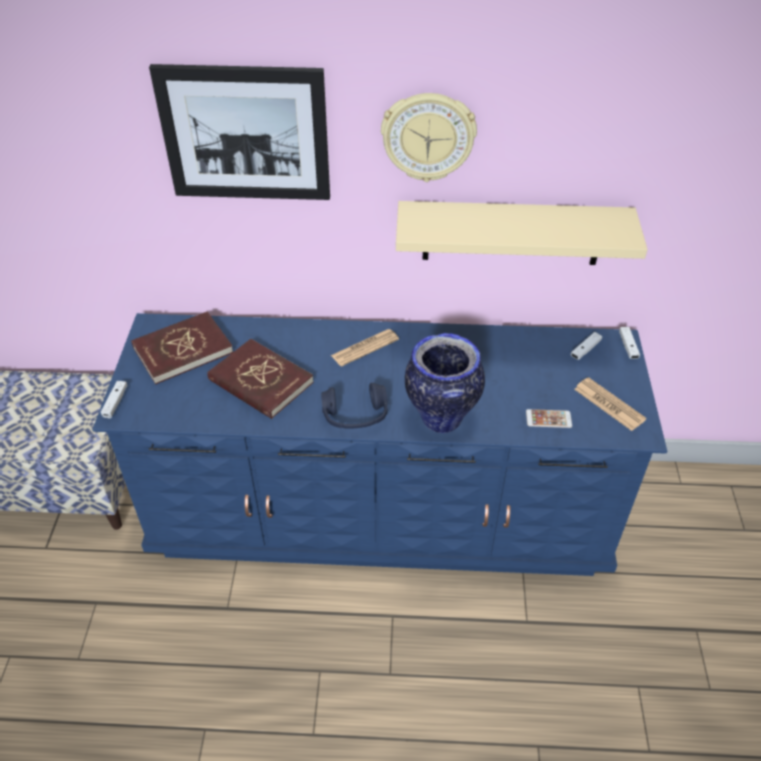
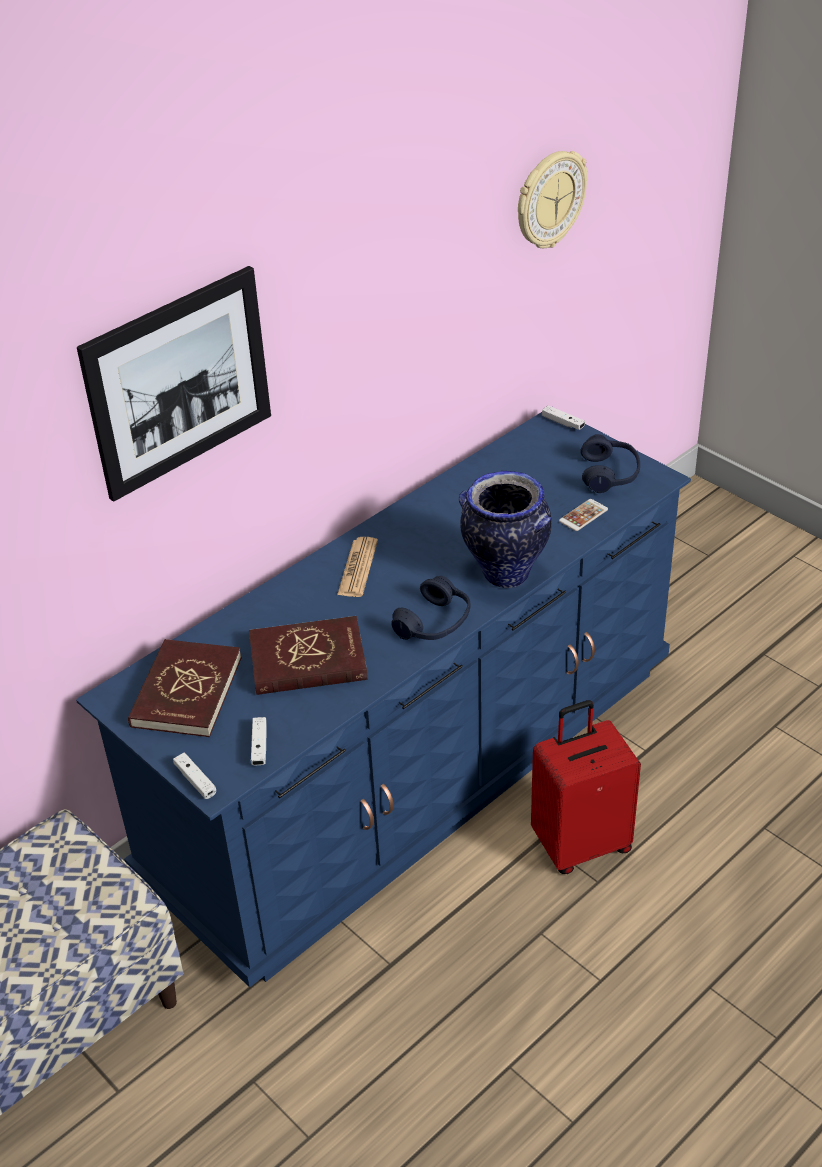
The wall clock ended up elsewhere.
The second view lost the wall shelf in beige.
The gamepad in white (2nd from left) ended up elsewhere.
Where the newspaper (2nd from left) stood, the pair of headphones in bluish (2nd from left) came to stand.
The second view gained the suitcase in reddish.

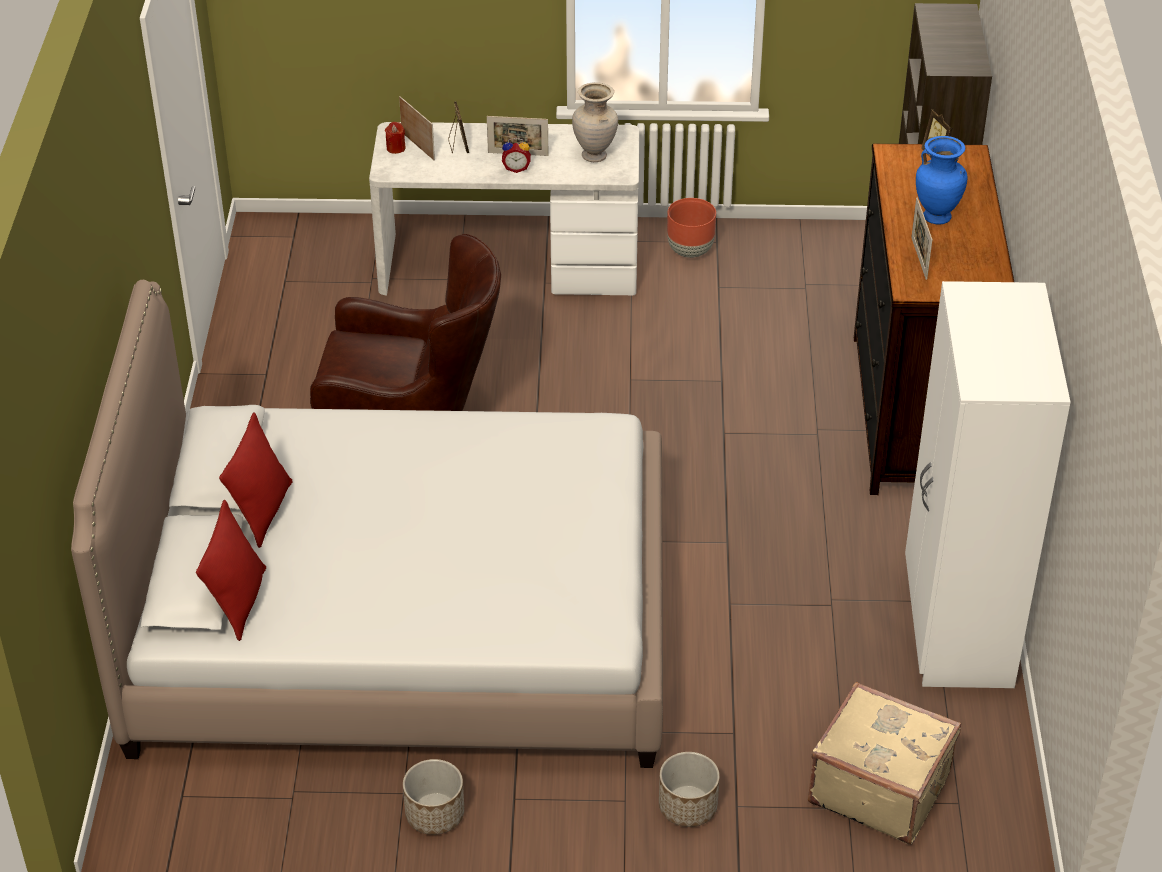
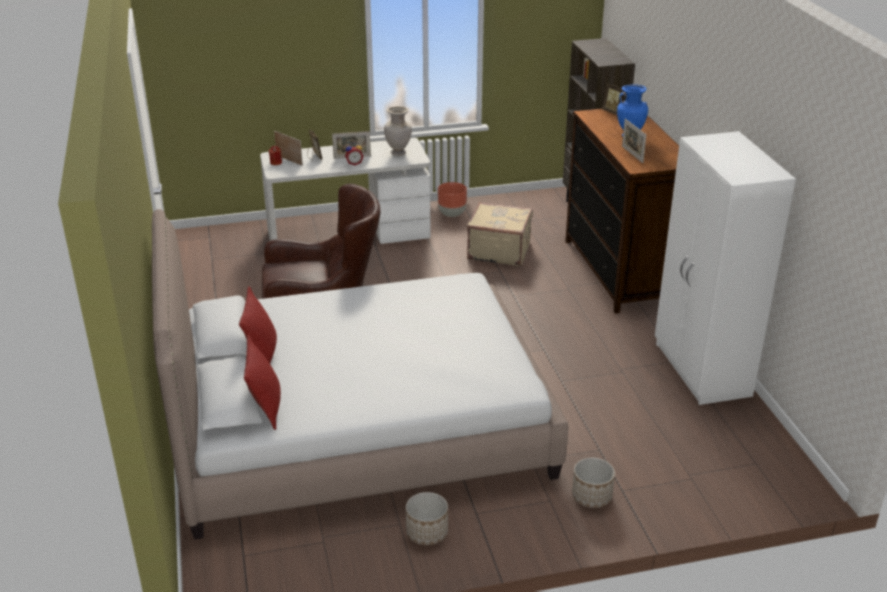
The suitcase in beige ended up elsewhere.

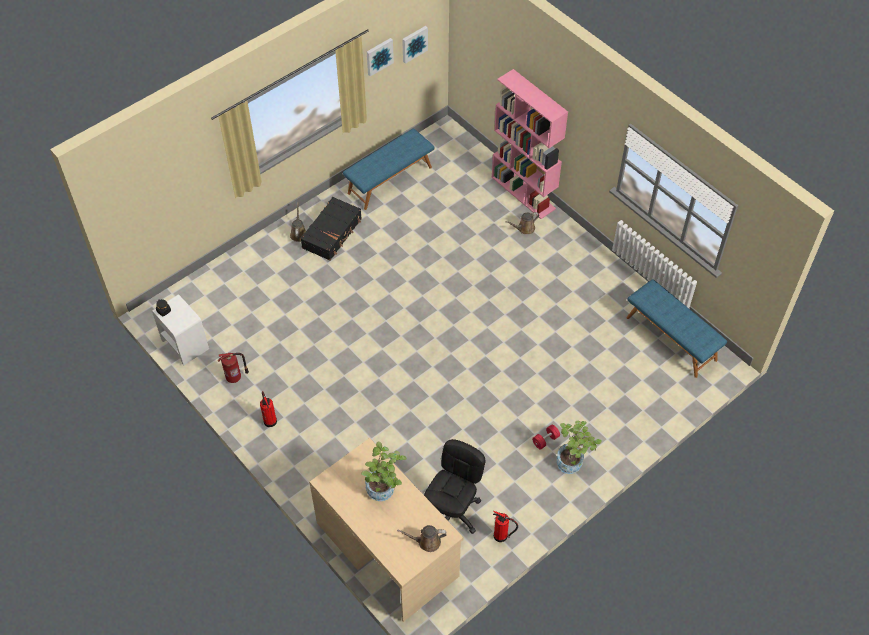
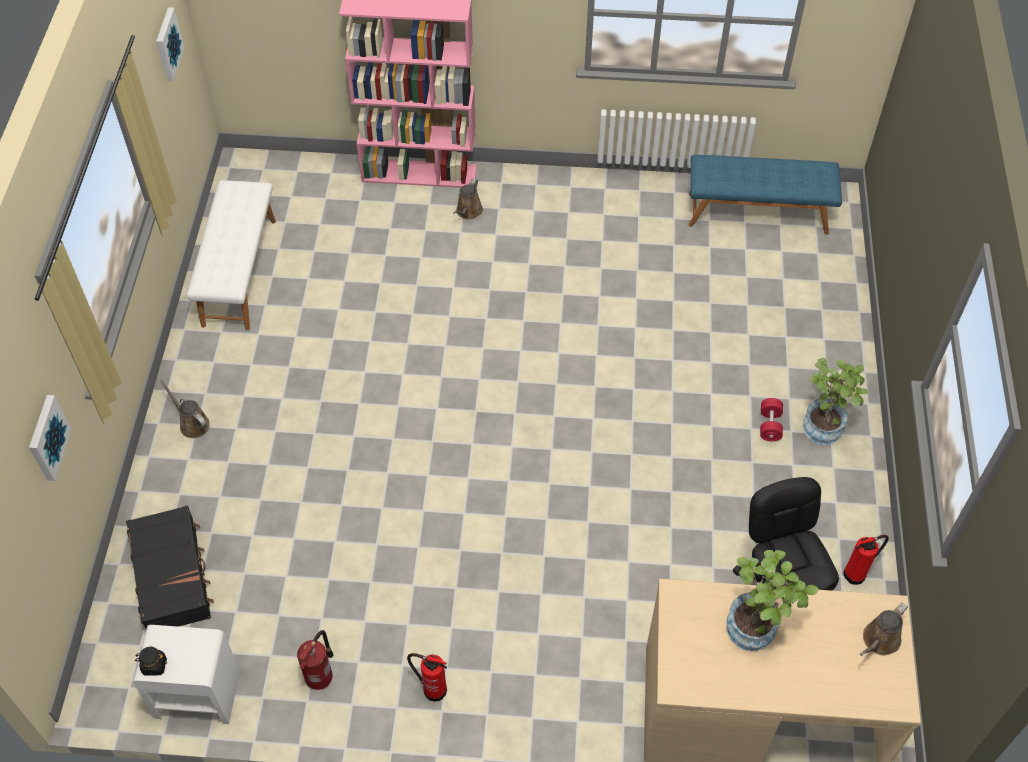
The wall art (1st from left) ended up elsewhere.
What was the long seat in bluish (1st from left) turned into the long seat in white.
The suitcase in black-coloured ended up elsewhere.

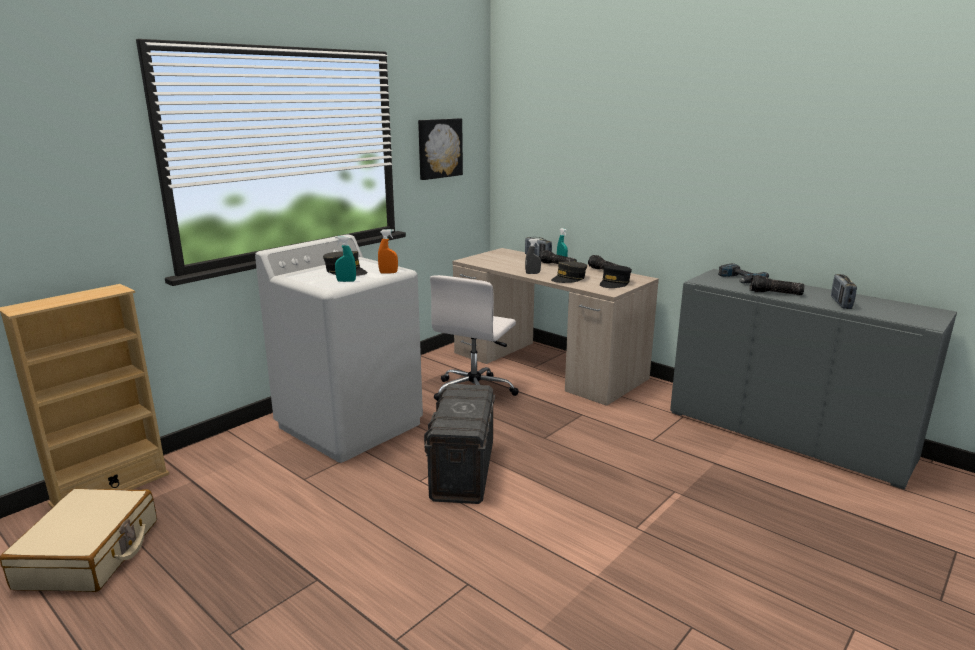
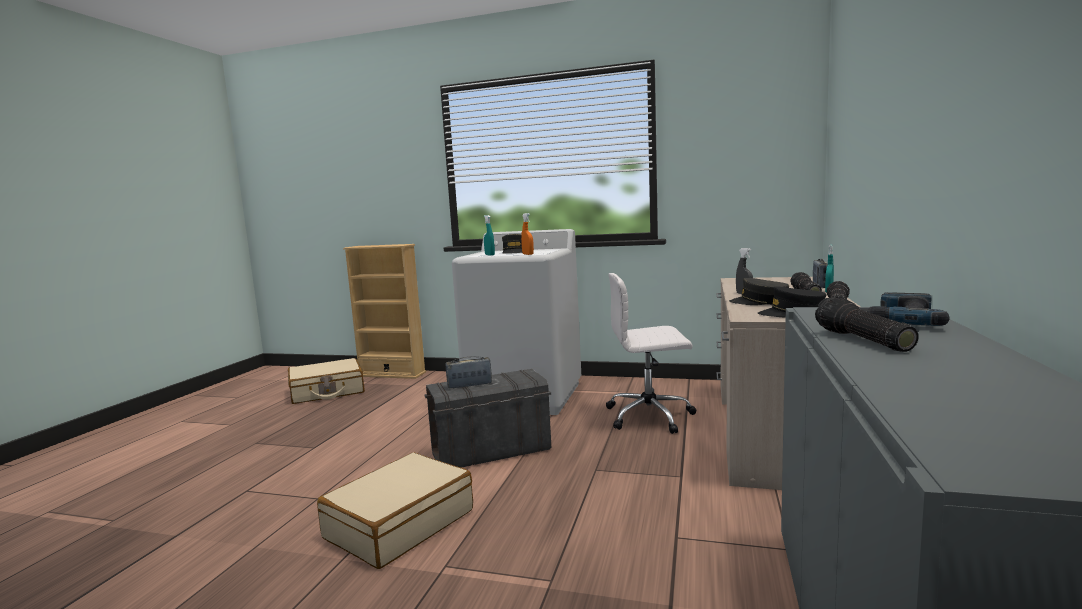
The second view lost the wall art.
The radio receiver (2nd from left in the first image) ended up elsewhere.
The second view gained the suitcase in beige (2nd from left).

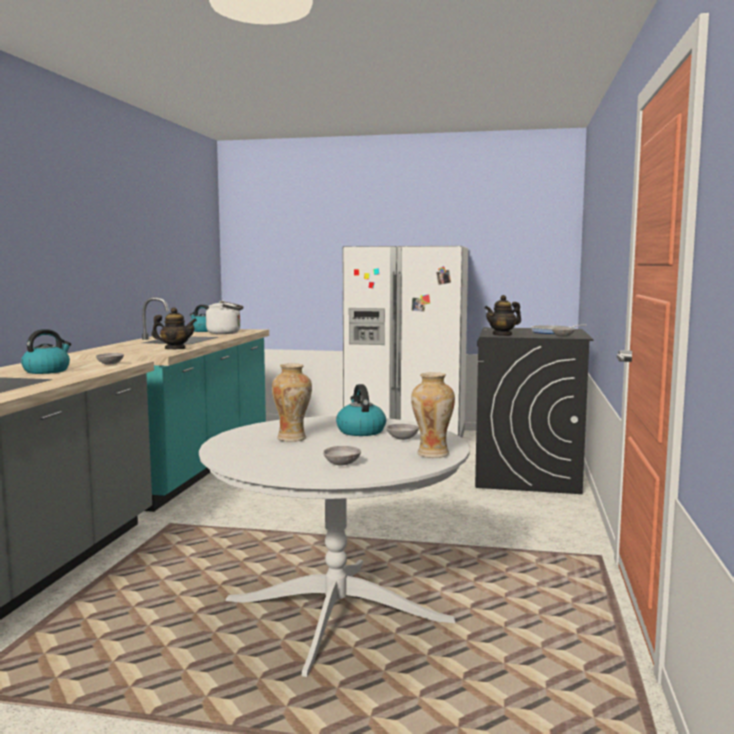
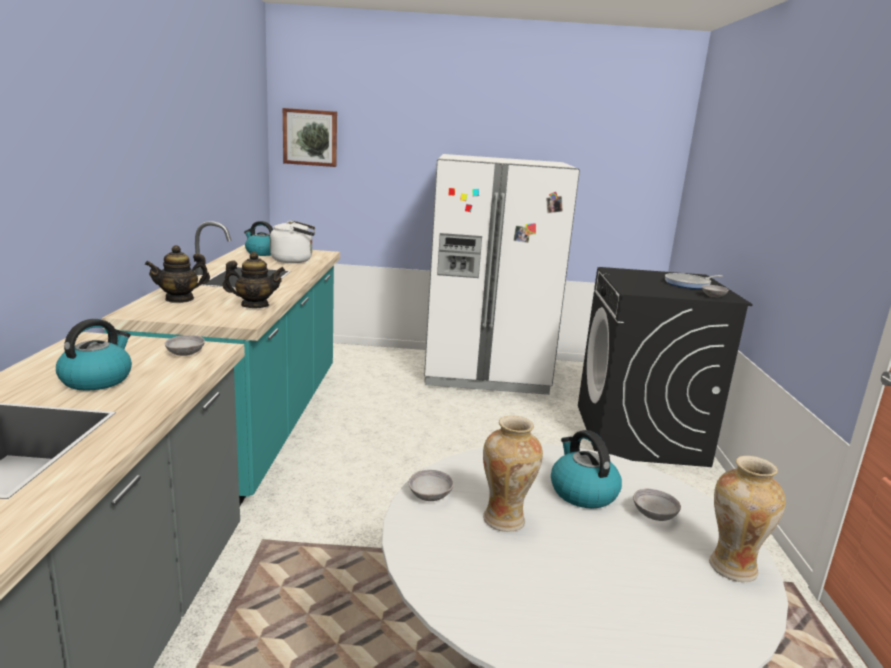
The tea pot (2nd from left in the first image) ended up elsewhere.
The deep dish in gray (2nd from left) ended up elsewhere.
The second view gained the wall art.

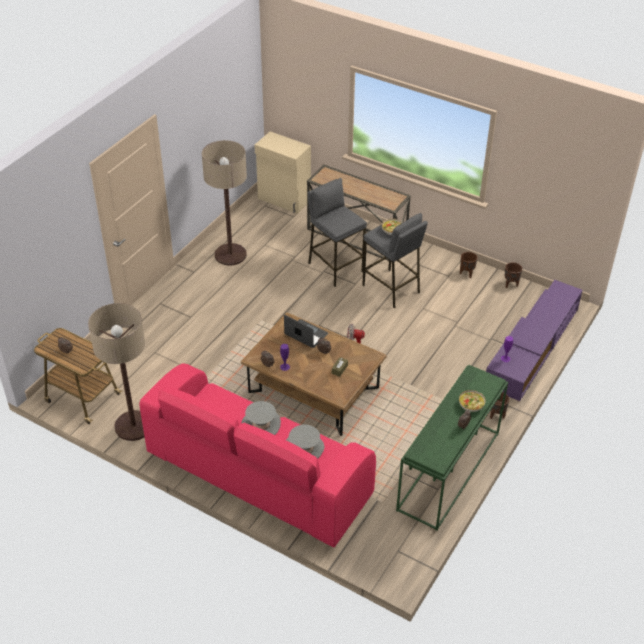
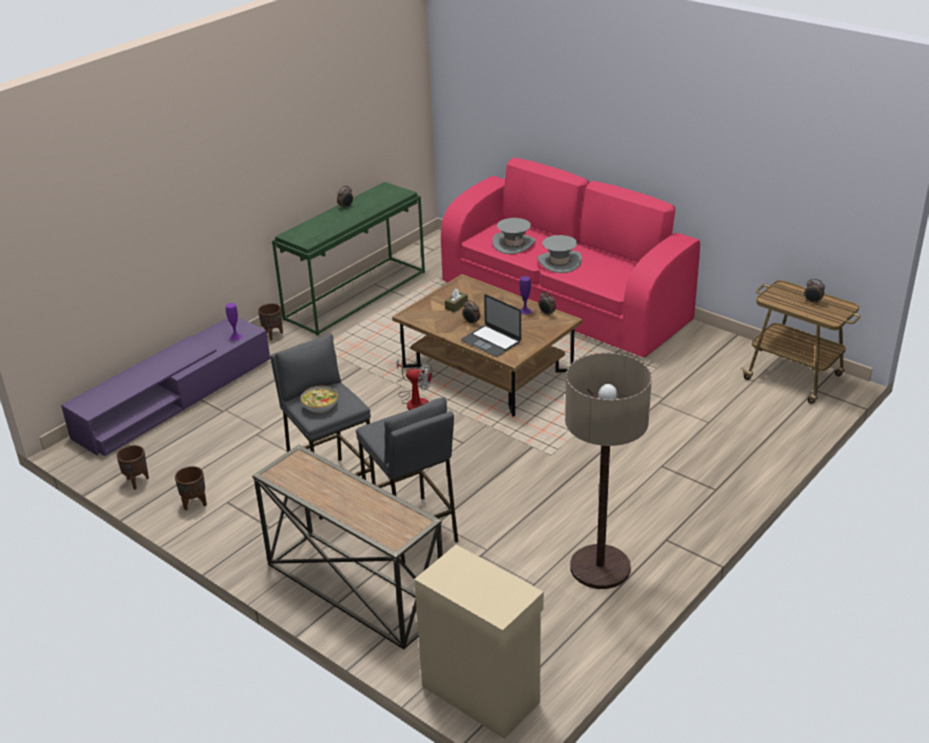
The second view lost the floor lamp (1st from left).
The second view lost the deep dish (2nd from left).

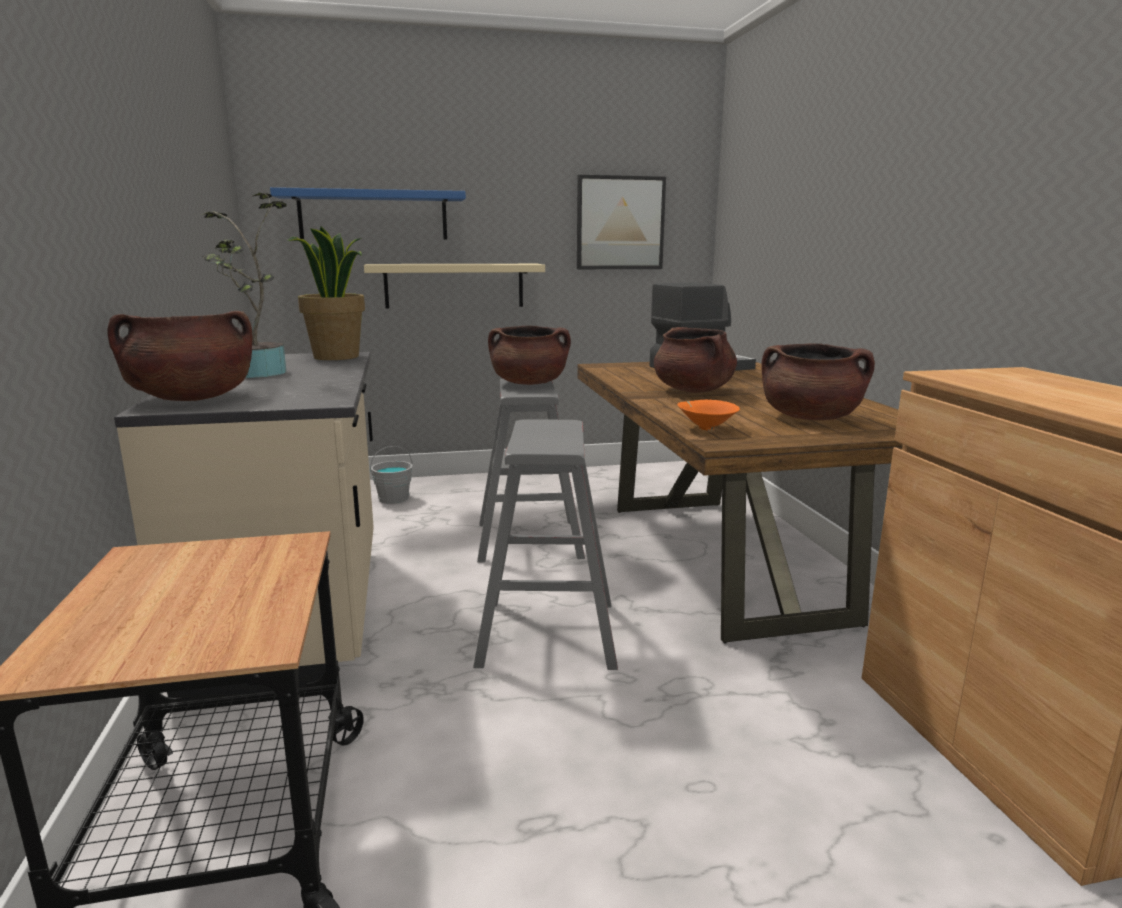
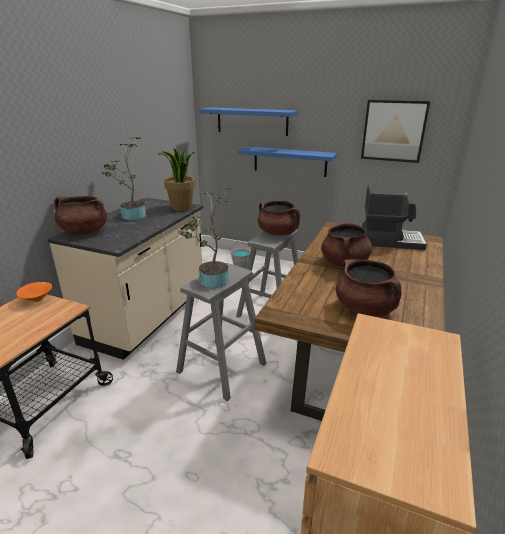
What was the wall shelf in beige turned into the wall shelf in bluish (2nd from left).
The deep dish in orange-coloured ended up elsewhere.
The second view gained the houseplant (3rd from left).

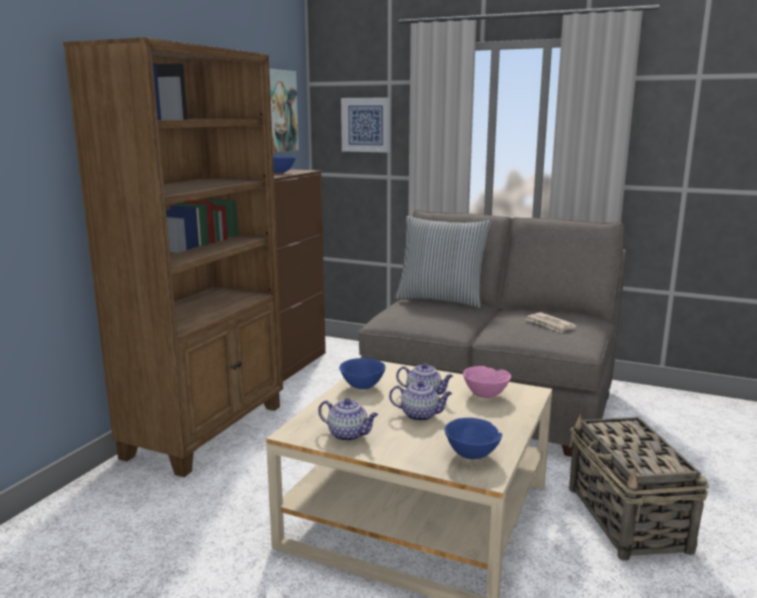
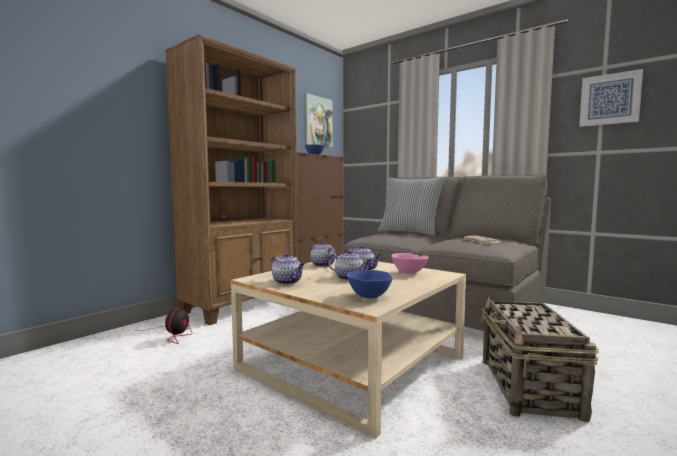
The wall art (2nd from left) ended up elsewhere.
Where the deep dish in bluish (2nd from left) stood, the tea pot (2nd from left) came to stand.
The second view gained the fan.

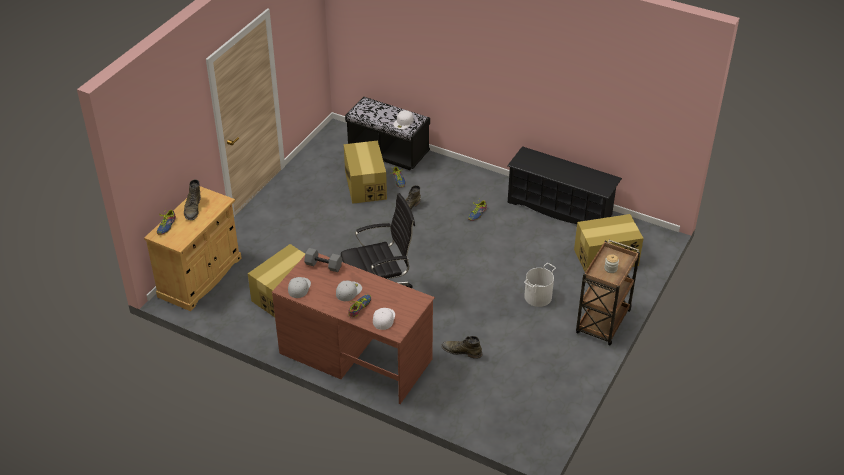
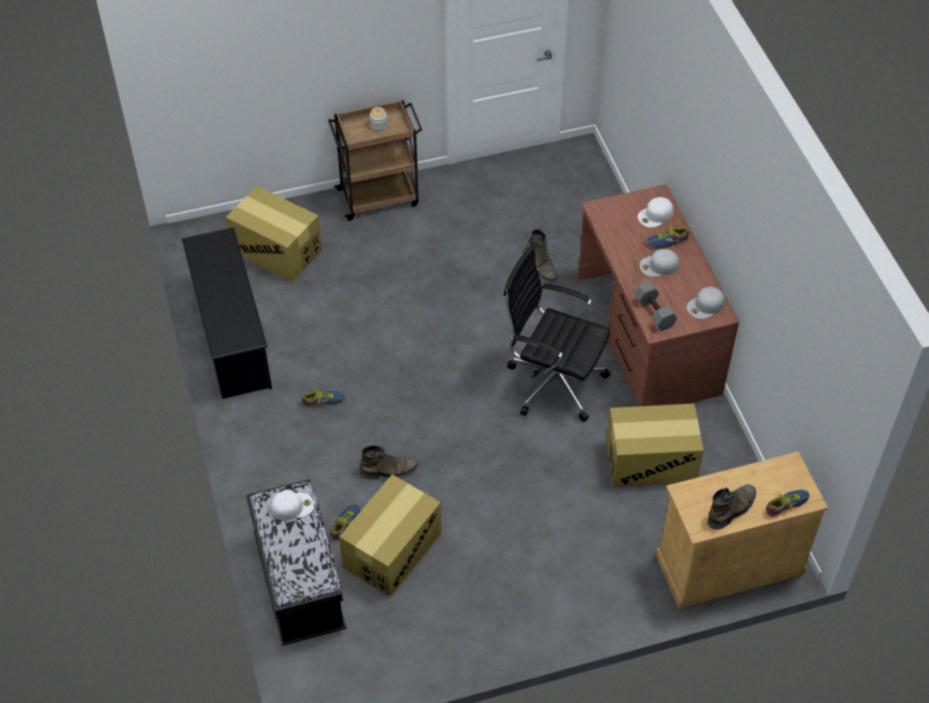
The second view lost the bucket in white.

